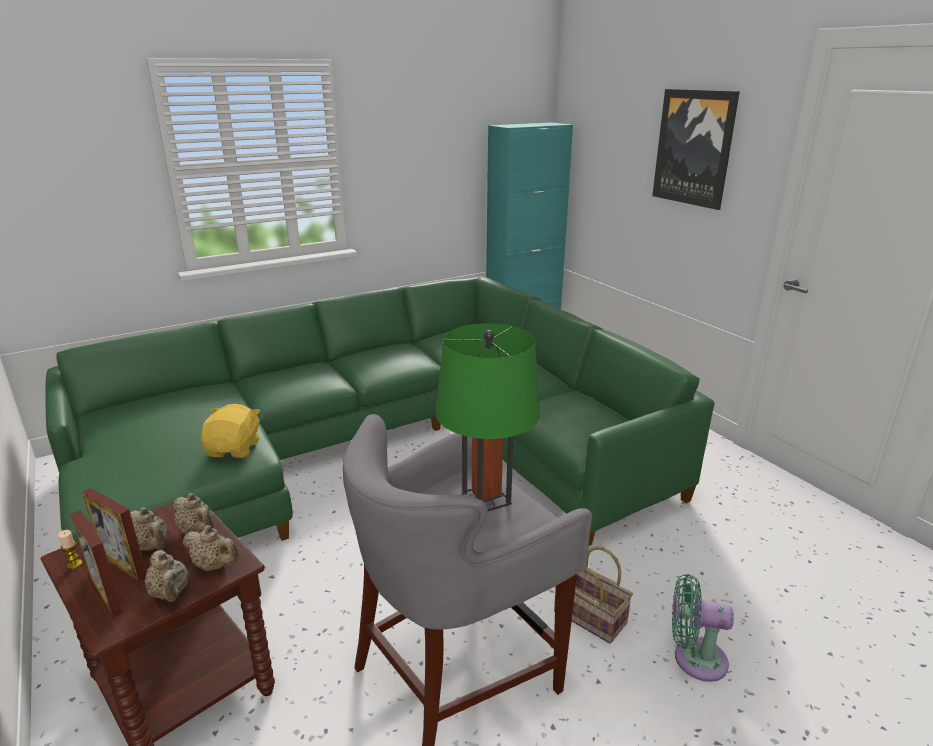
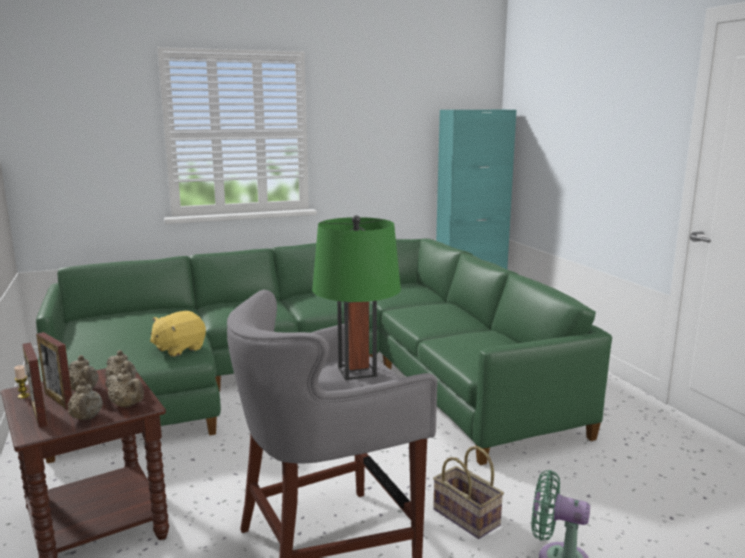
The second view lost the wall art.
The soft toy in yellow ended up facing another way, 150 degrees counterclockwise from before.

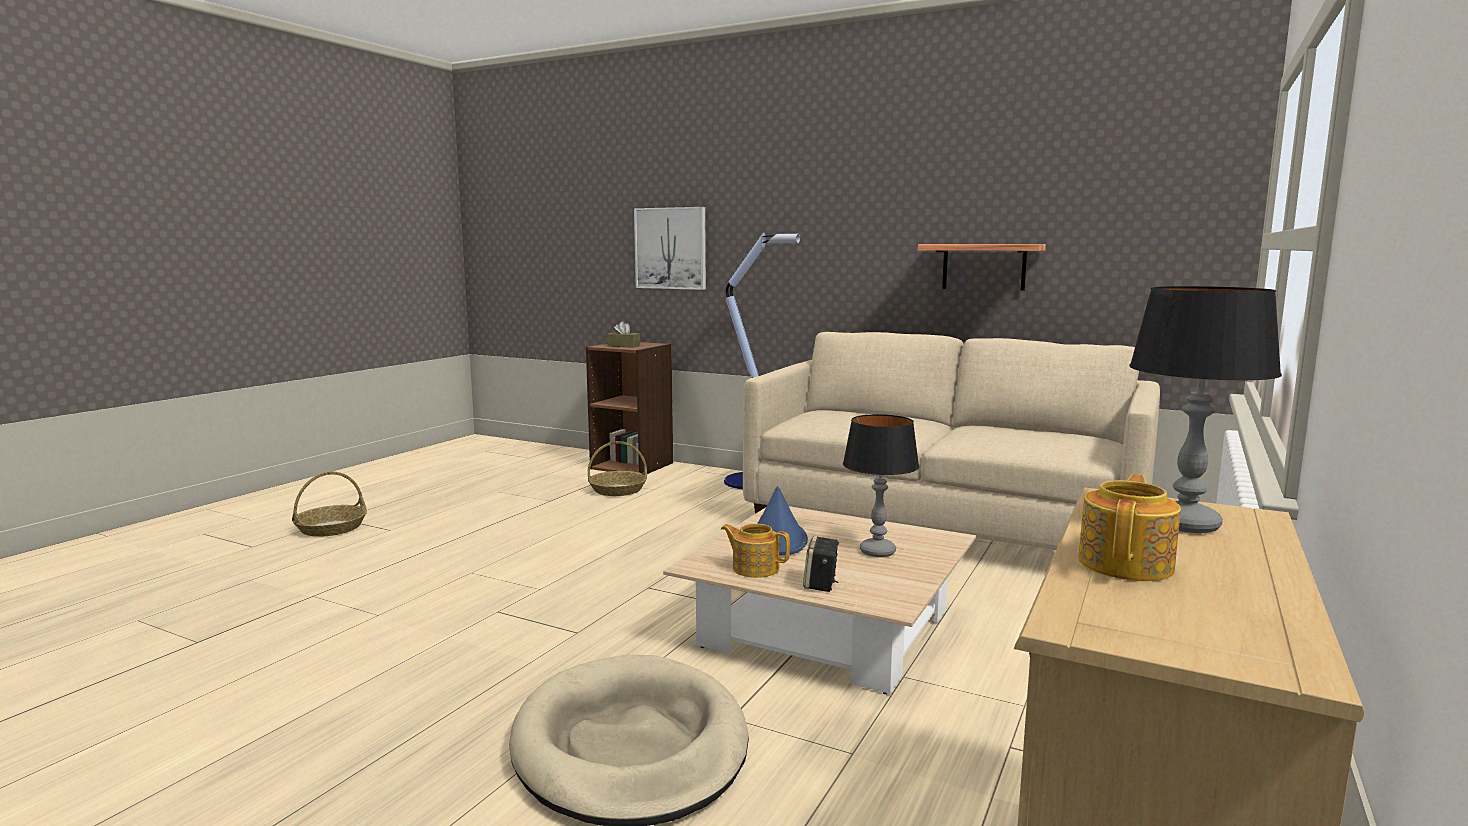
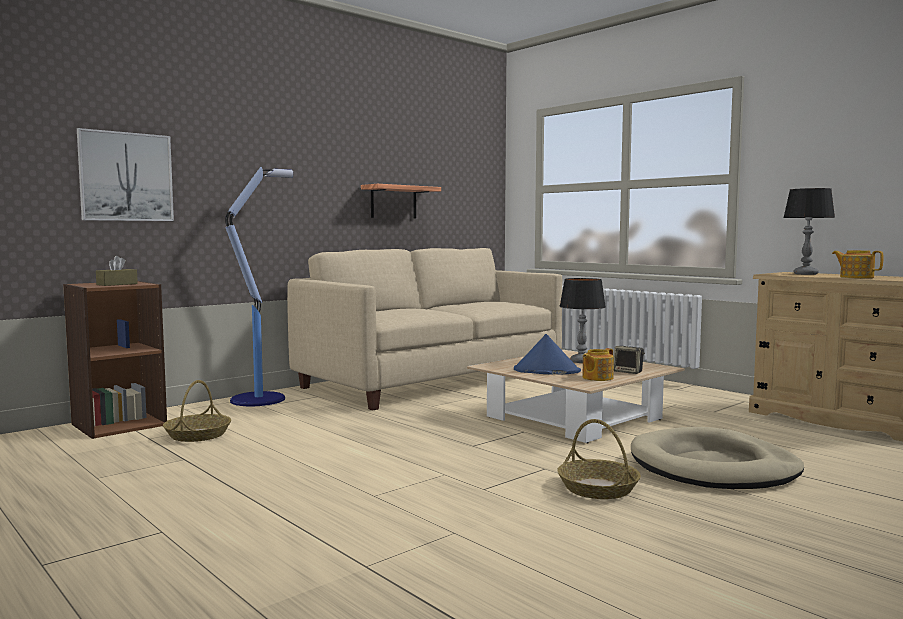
The basket (1st from left in the first image) ended up elsewhere.

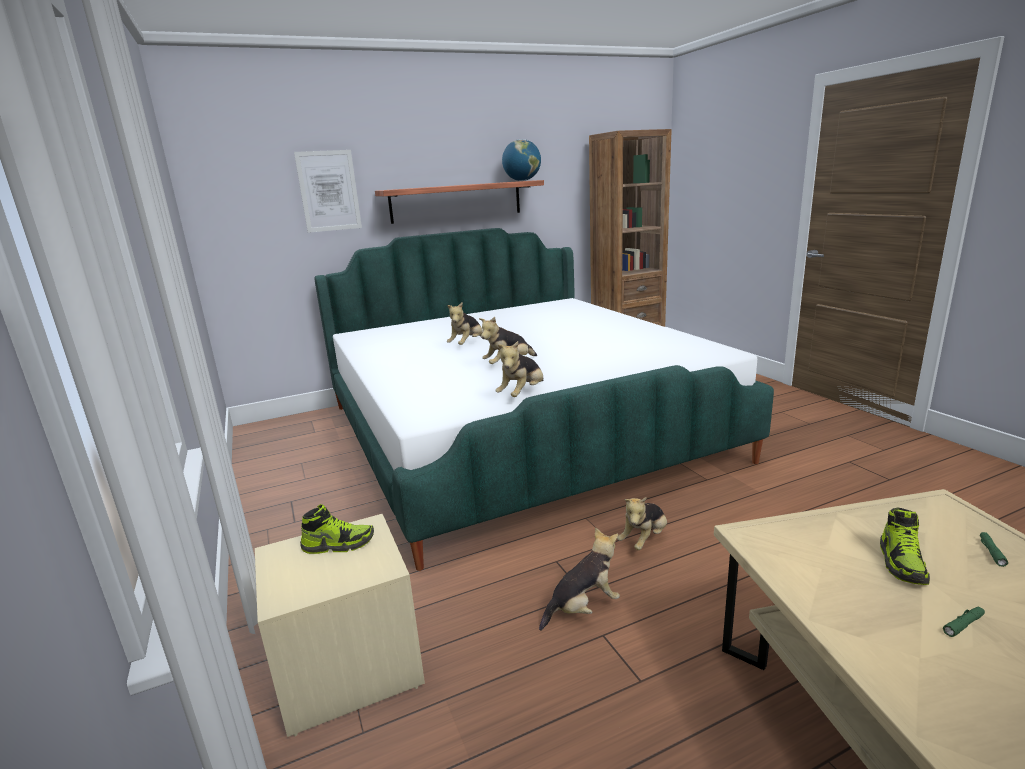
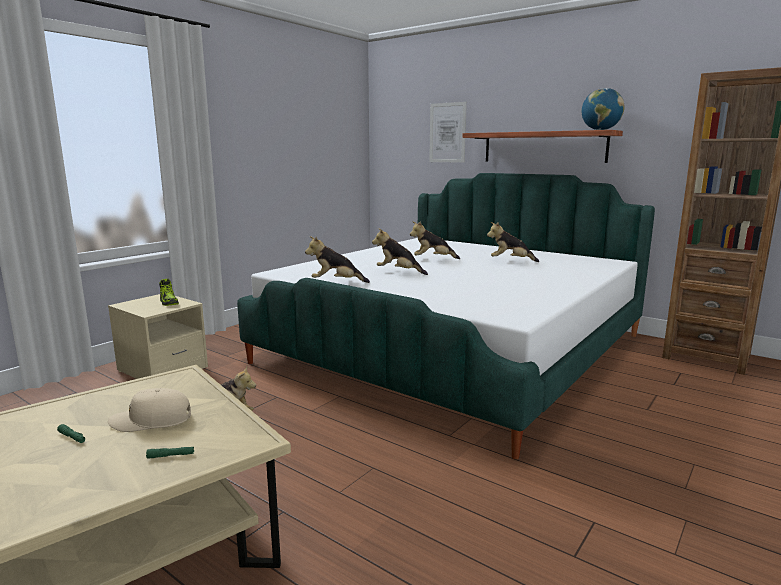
The soft toy (5th from left) ended up elsewhere.
Where the item of footwear (2nd from left) stood, the peaked cap in beige came to stand.

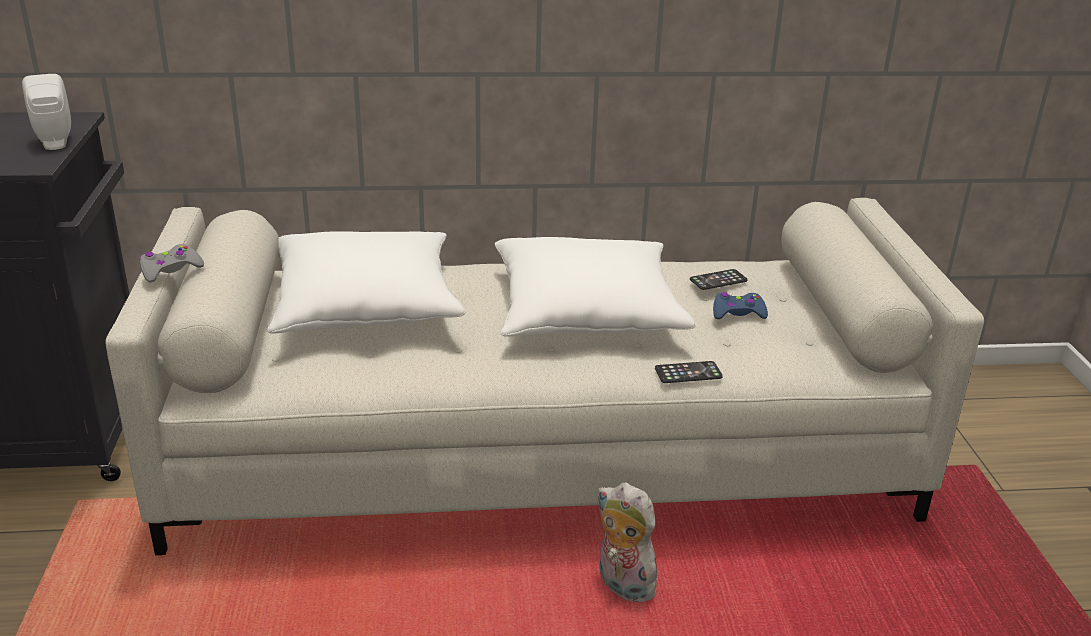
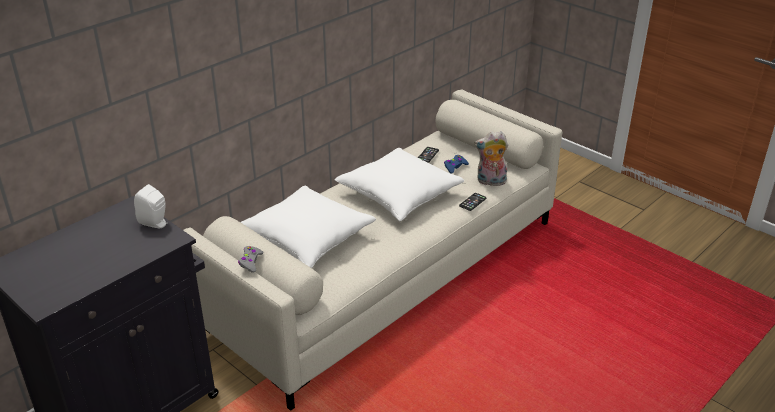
The soft toy ended up elsewhere.

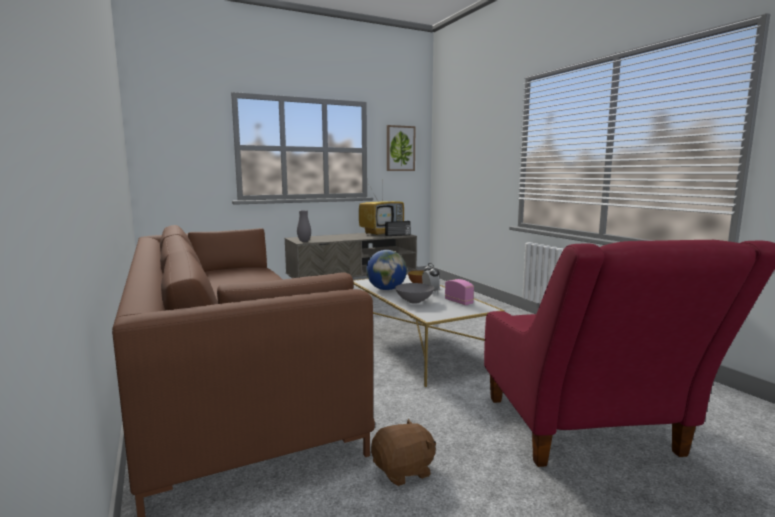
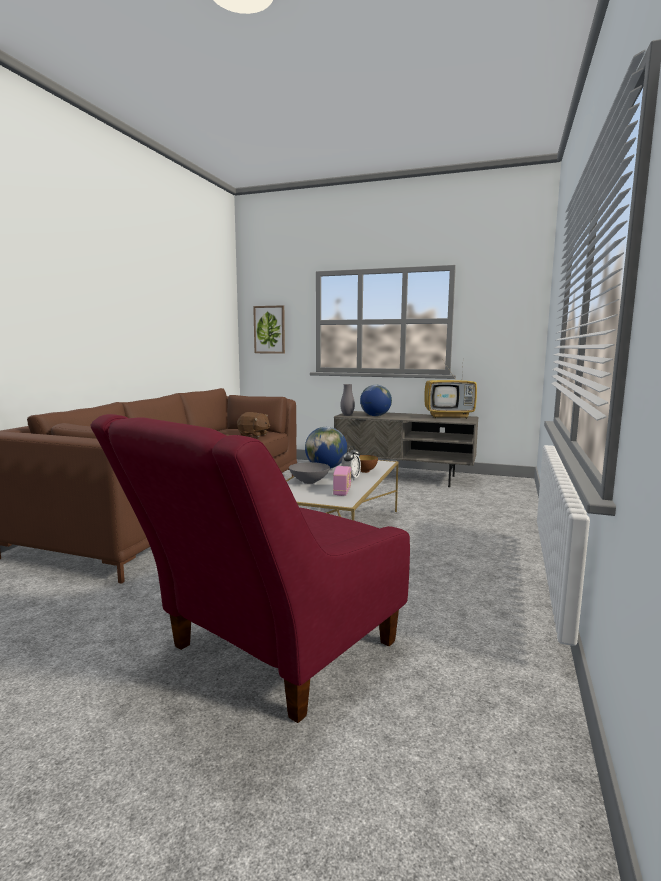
The wall art ended up elsewhere.
The second view lost the radio receiver (1st from left).
The soft toy in brown-coloured ended up elsewhere.
The second view gained the desk globe (2nd from left).

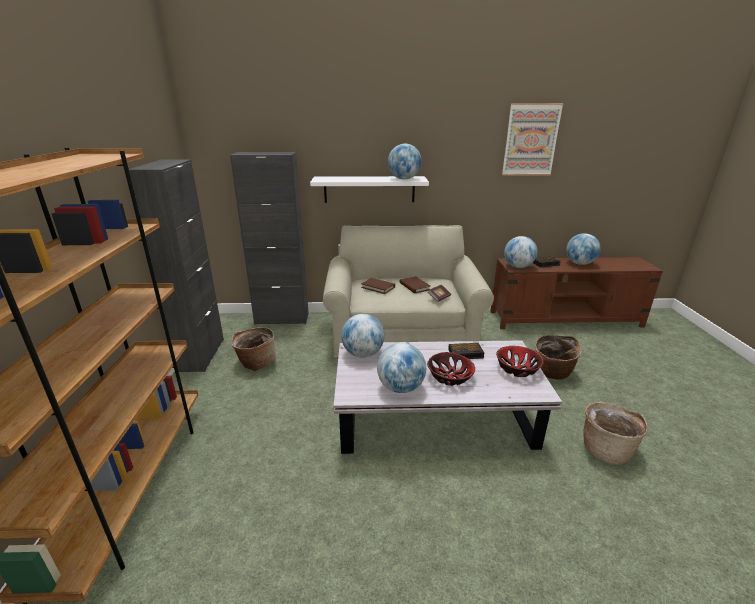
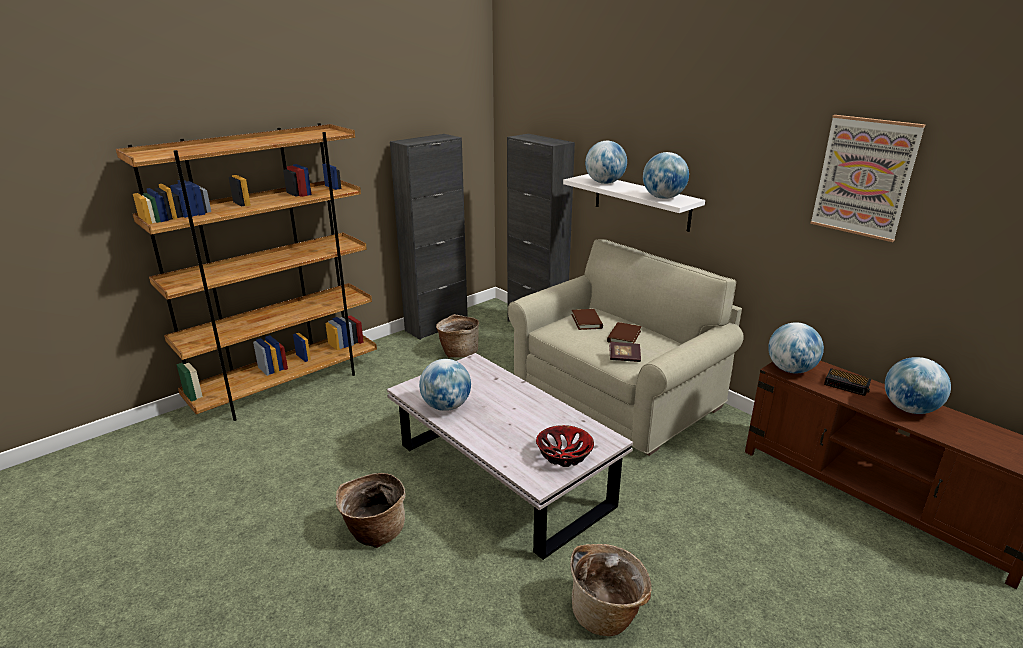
The desk globe (1st from left in the first image) ended up elsewhere.
The basket (2nd from left in the first image) ended up elsewhere.
The second view lost the alarm clock (1st from left).
The second view lost the deep dish (1st from left).

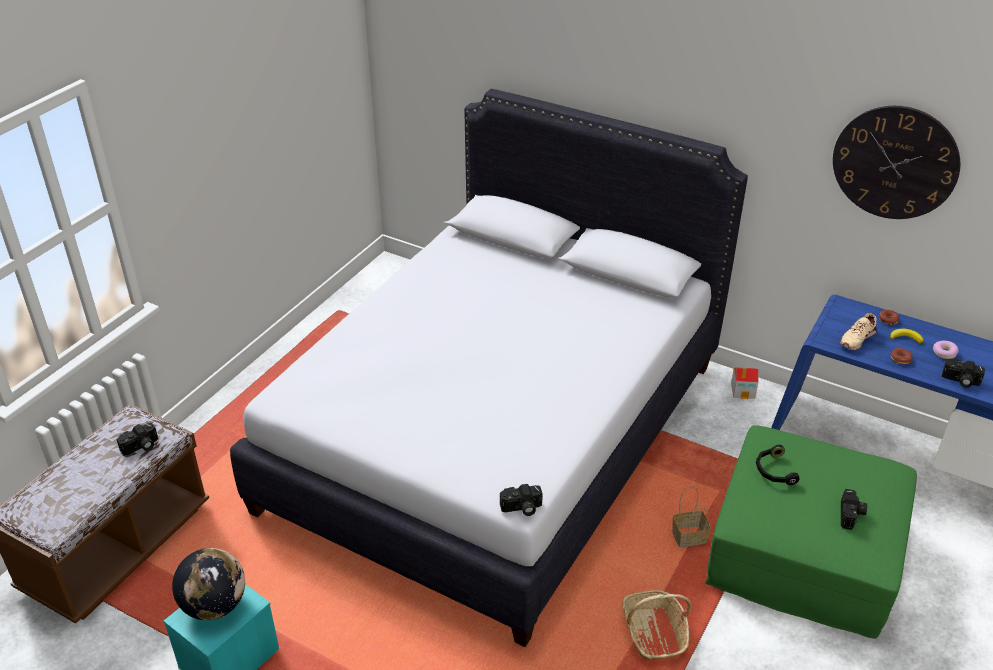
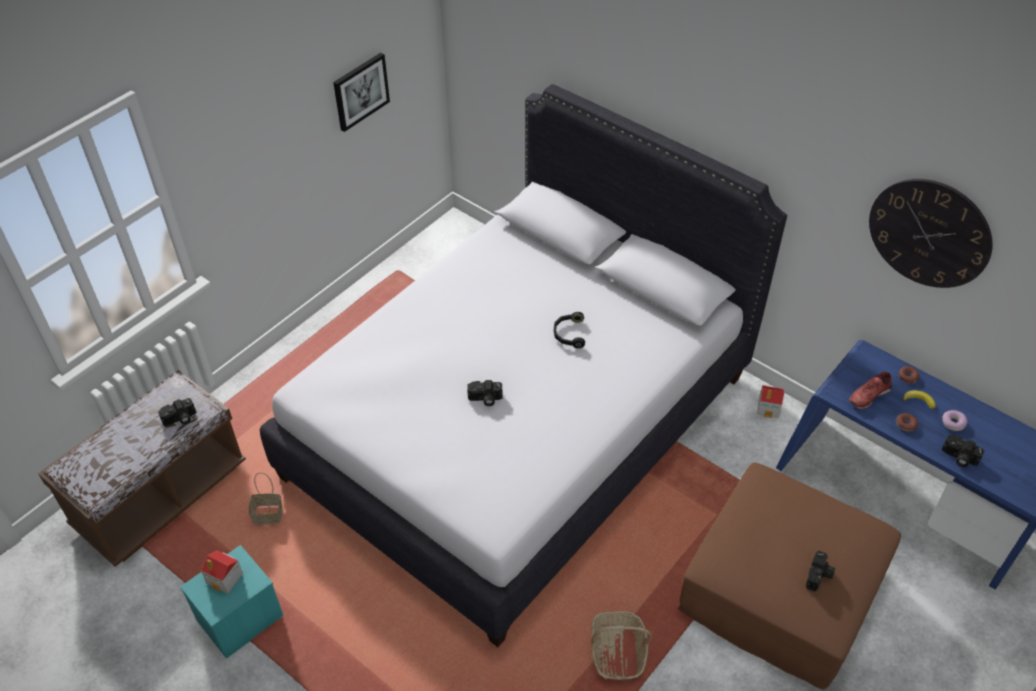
What was the item of footwear in beige turned into the item of footwear in reddish.
What was the pouffe in greenish turned into the pouffe in brown-coloured.
The pair of headphones in black-coloured ended up elsewhere.
The still camera (2nd from left) ended up elsewhere.
The basket (2nd from left in the first image) ended up elsewhere.
Where the desk globe stood, the model house (1st from left) came to stand.
The second view gained the wall art.

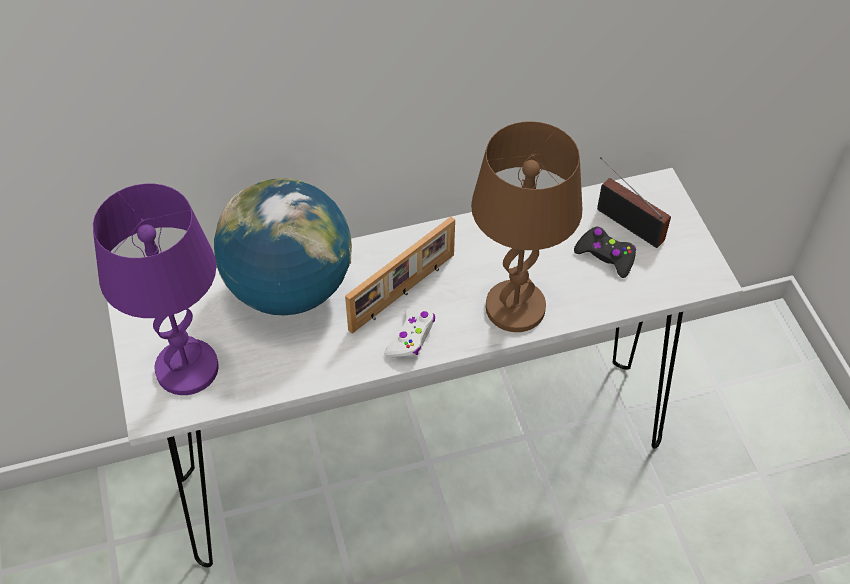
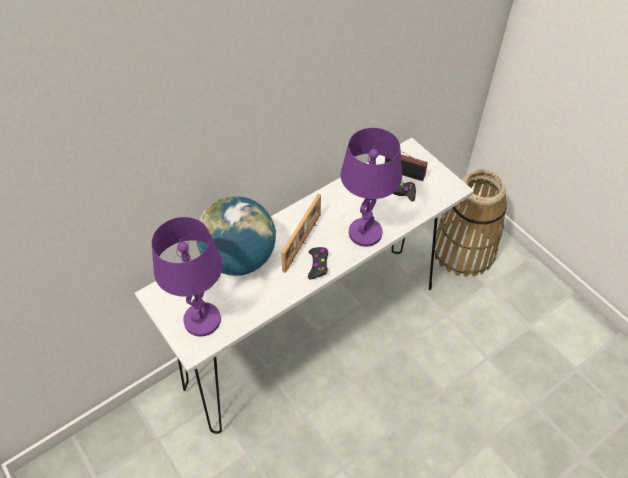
What was the table lamp in brown-coloured turned into the table lamp in purple-coloured (2nd from left).
What was the gamepad in white turned into the gamepad in black-coloured (1st from left).
The second view gained the basket.

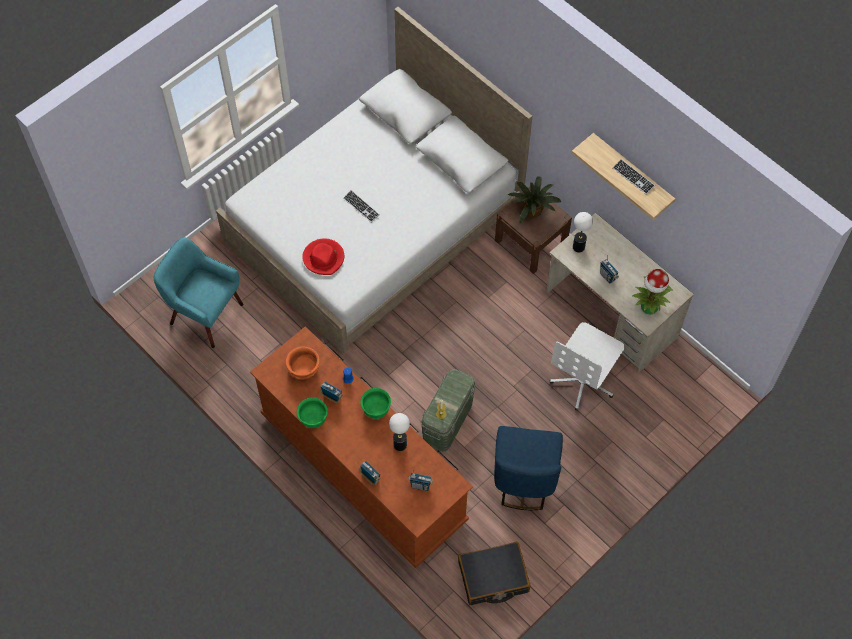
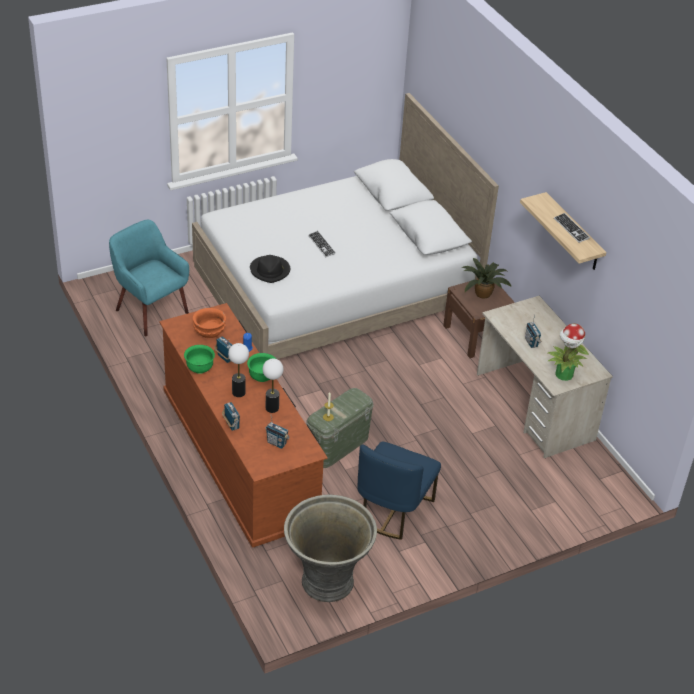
The table lamp (2nd from left in the first image) ended up elsewhere.
What was the wearable hat in reddish turned into the wearable hat in black-coloured.
The second view lost the office chair in white.
Where the suitcase in black-coloured stood, the planter in gray came to stand.

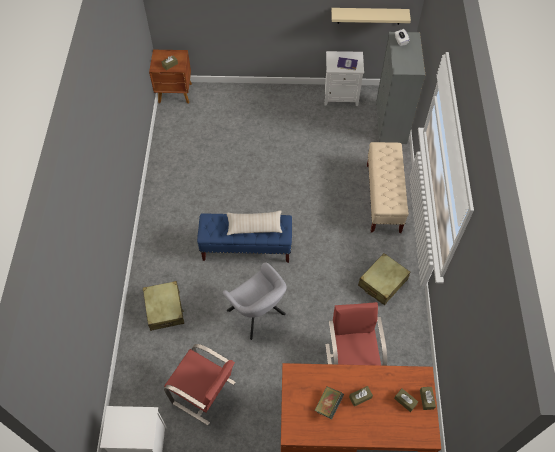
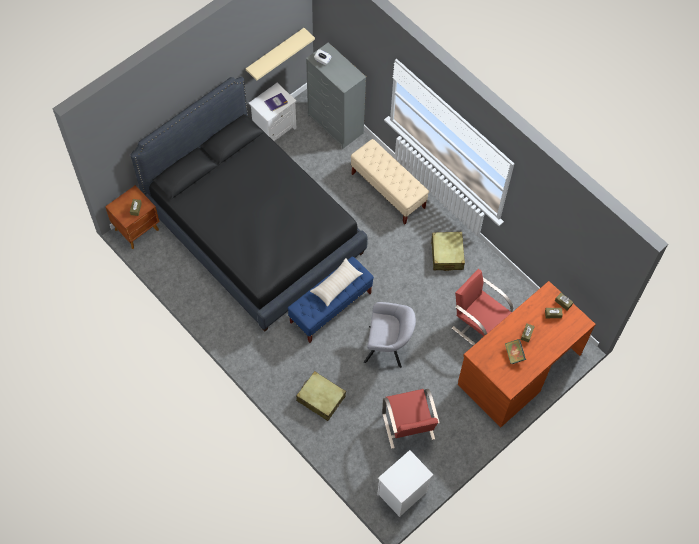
The chair in reddish (1st from left) ended up facing another way, 90 degrees clockwise from before.
The second view gained the bed in black-coloured.

